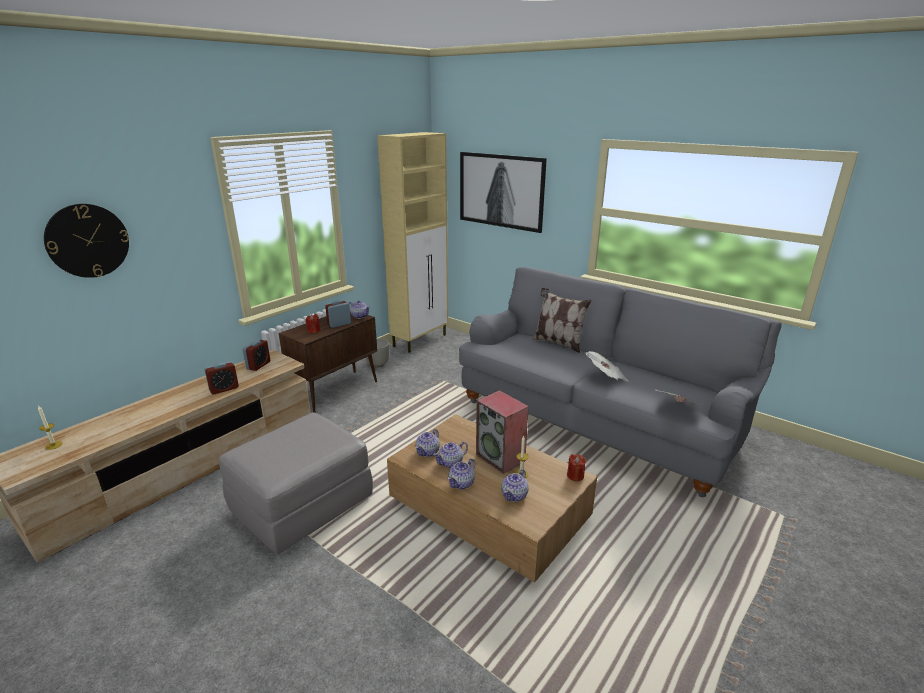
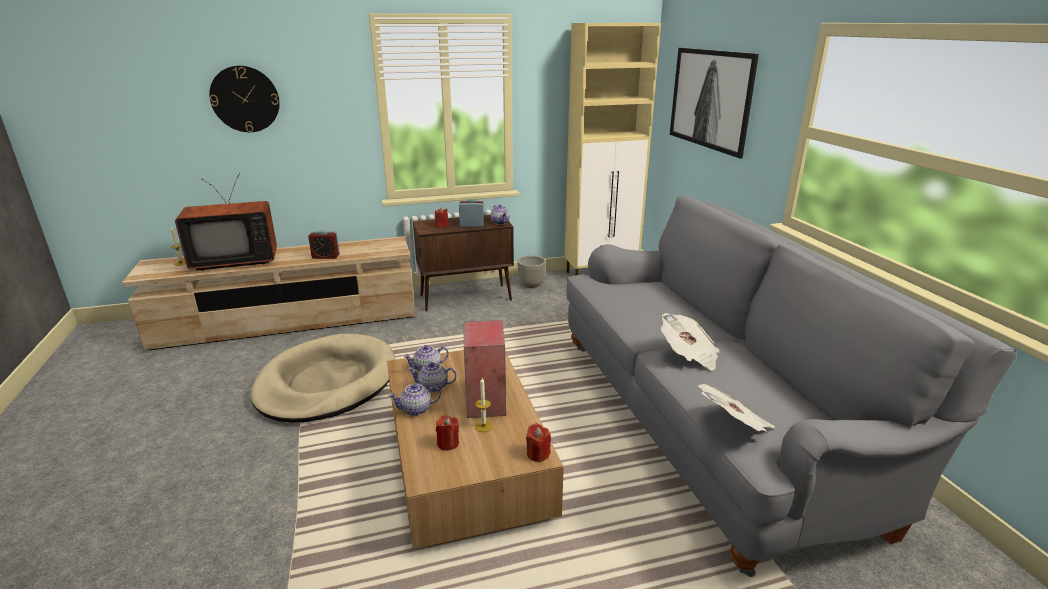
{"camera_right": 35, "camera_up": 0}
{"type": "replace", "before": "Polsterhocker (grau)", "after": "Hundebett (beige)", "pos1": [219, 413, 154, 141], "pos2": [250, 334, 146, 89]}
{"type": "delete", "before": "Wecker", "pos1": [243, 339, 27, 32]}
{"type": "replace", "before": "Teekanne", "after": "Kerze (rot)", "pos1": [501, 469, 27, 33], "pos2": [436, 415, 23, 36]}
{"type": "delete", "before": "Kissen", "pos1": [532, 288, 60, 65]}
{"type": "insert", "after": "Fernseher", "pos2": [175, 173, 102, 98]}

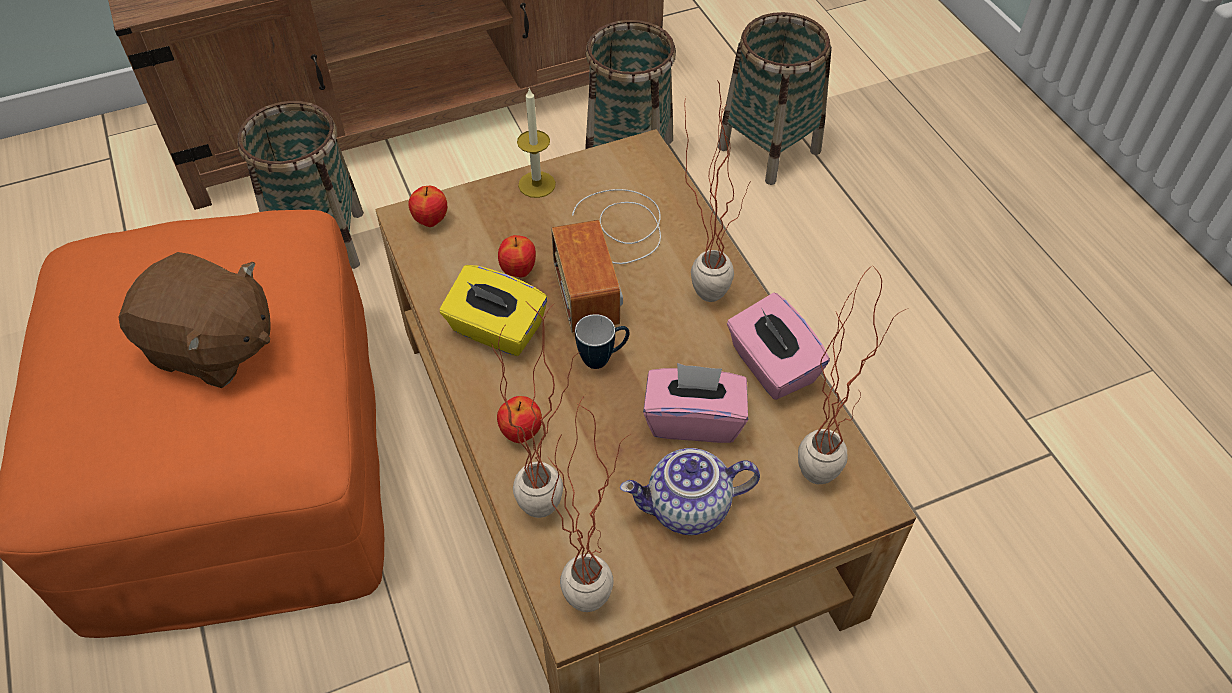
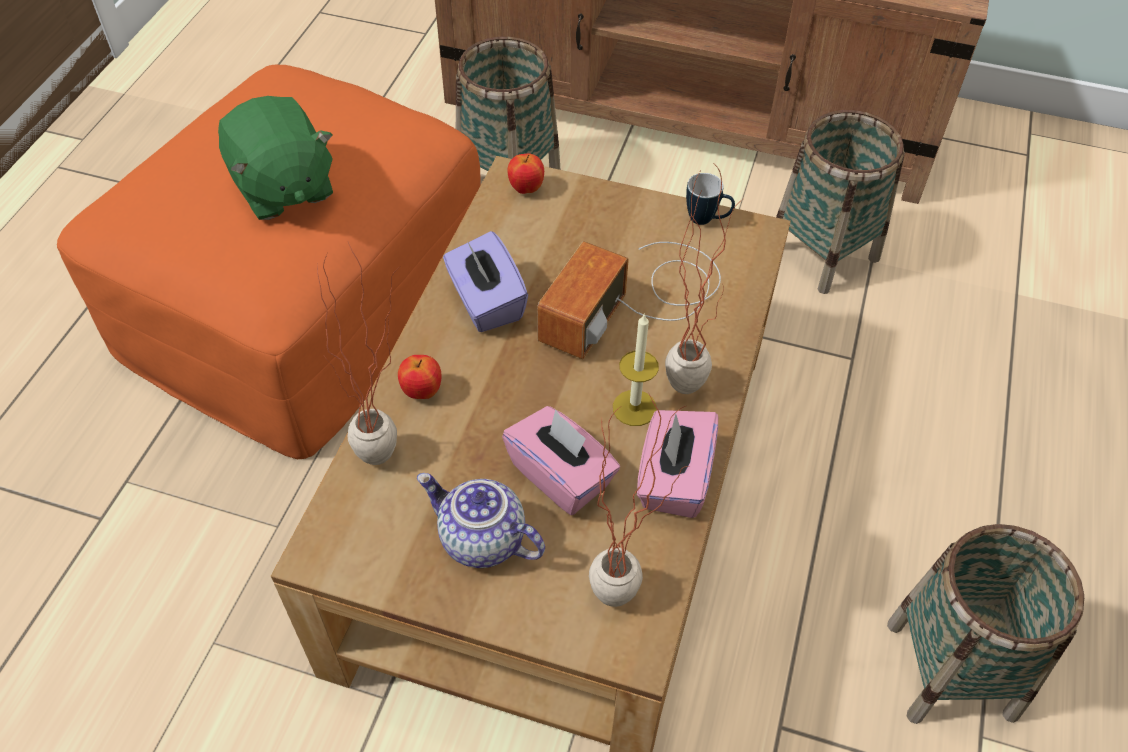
{"camera_right": 40, "camera_up": 0}
{"type": "recolor", "before": "Plüschtier (braun)", "after": "Plüschtier (grün)", "pos1": [118, 252, 153, 136], "pos2": [218, 96, 115, 124]}
{"type": "recolor", "before": "Taschentuchbox (gelb)", "after": "Taschentuchbox (lila)", "pos1": [440, 265, 107, 91], "pos2": [443, 231, 85, 101]}
{"type": "delete", "before": "Apfel", "pos1": [498, 235, 38, 42]}
{"type": "move", "before": "Kerze", "pos1": [517, 88, 39, 110], "pos2": [613, 313, 46, 113]}
{"type": "delete", "before": "Topfpflanze", "pos1": [548, 395, 83, 217]}
{"type": "move", "before": "Henkelbecher", "pos1": [575, 314, 55, 55], "pos2": [686, 173, 49, 52]}
{"type": "move", "before": "Korb", "pos1": [718, 12, 114, 173], "pos2": [887, 524, 197, 200]}

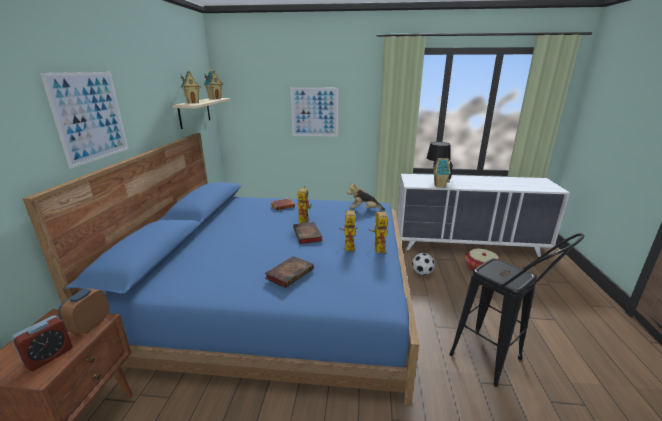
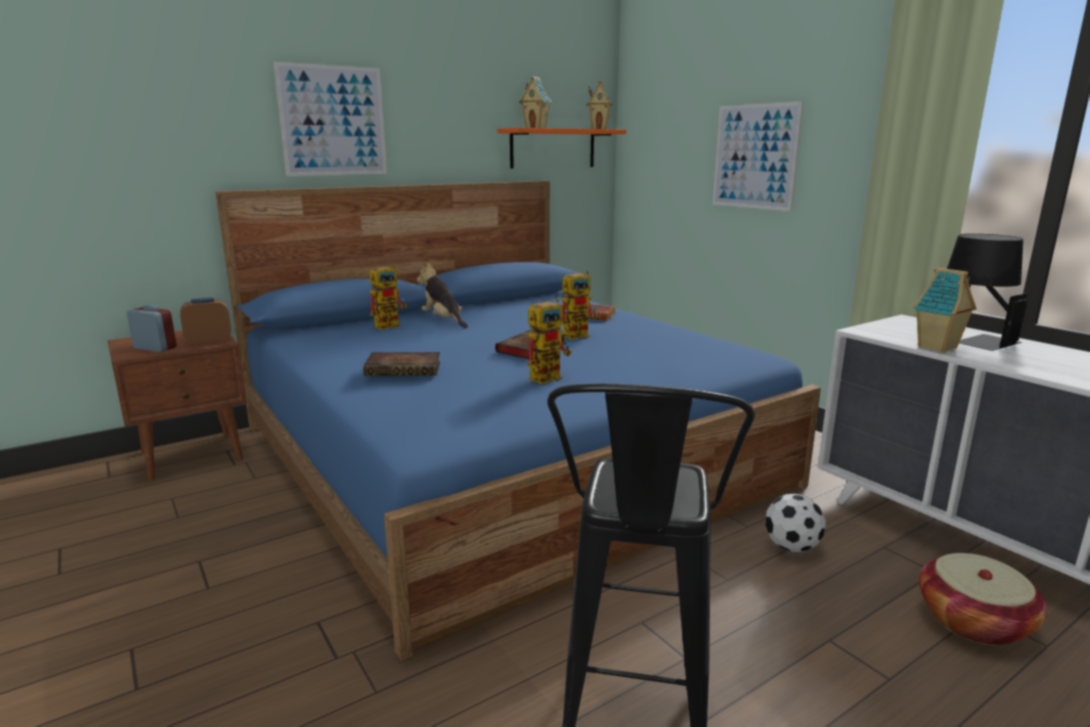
{"camera_right": 50, "camera_up": -5}
{"type": "rotate", "before": "Wecker", "pos1": [11, 315, 62, 56], "pos2": [127, 304, 50, 48], "turn": -150}
{"type": "recolor", "before": "Wandregal (beige)", "after": "Wandregal (orange)", "pos1": [172, 98, 58, 31], "pos2": [497, 128, 129, 41]}
{"type": "move", "before": "Plüschtier", "pos1": [347, 183, 38, 27], "pos2": [417, 263, 51, 65]}
{"type": "move", "before": "Spielzeugroboter", "pos1": [368, 209, 20, 44], "pos2": [370, 264, 37, 66]}

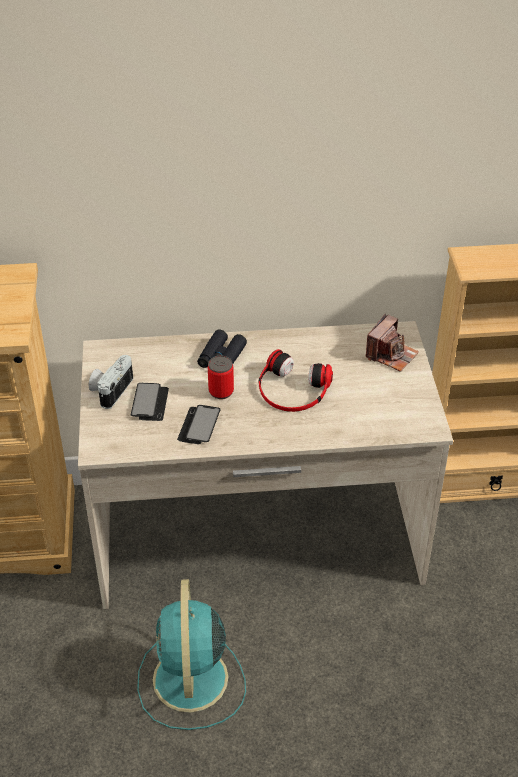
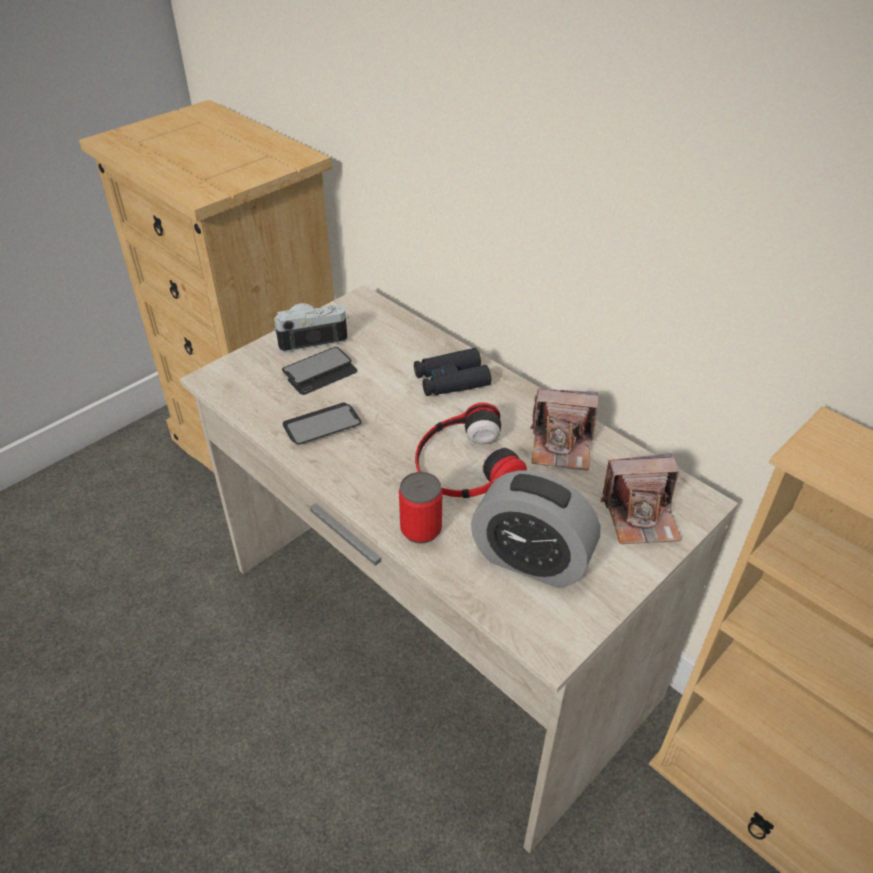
{"camera_right": 50, "camera_up": 0}
{"type": "delete", "before": "Ventilator (türkis)", "pos1": [137, 579, 109, 151]}
{"type": "move", "before": "Dose", "pos1": [208, 356, 26, 43], "pos2": [399, 472, 43, 72]}
{"type": "insert", "after": "Wecker", "pos2": [471, 470, 129, 118]}
{"type": "insert", "after": "Kamera", "pos2": [531, 389, 68, 82]}

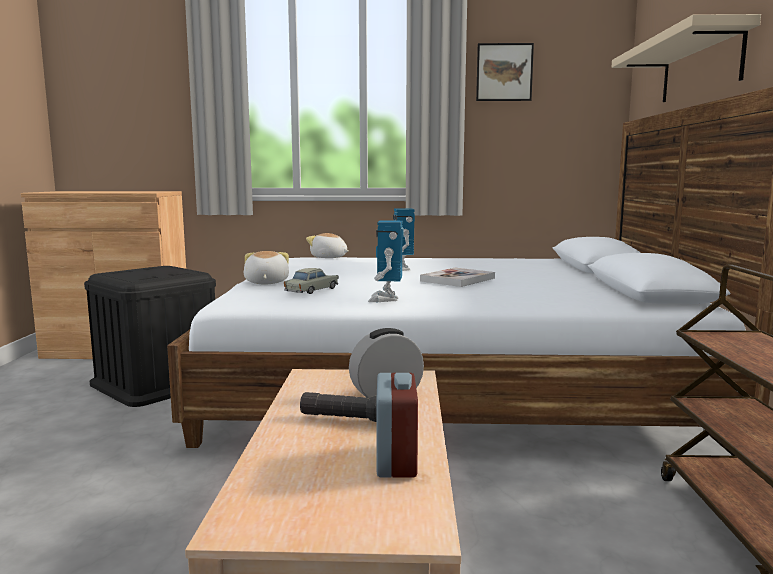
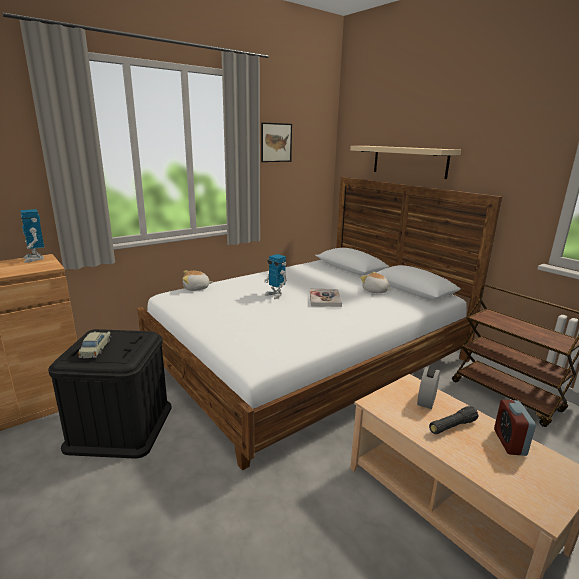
{"camera_right": -40, "camera_up": 10}
{"type": "move", "before": "Plüschtier", "pos1": [244, 251, 45, 34], "pos2": [360, 272, 31, 21]}
{"type": "move", "before": "Spielzeugauto (beige)", "pos1": [284, 268, 55, 26], "pos2": [78, 331, 33, 27]}
{"type": "move", "before": "Spielzeugroboter", "pos1": [368, 220, 36, 82], "pos2": [20, 209, 24, 54]}
{"type": "rotate", "before": "Wecker", "pos1": [376, 373, 42, 105], "pos2": [494, 399, 42, 57], "turn": -135}

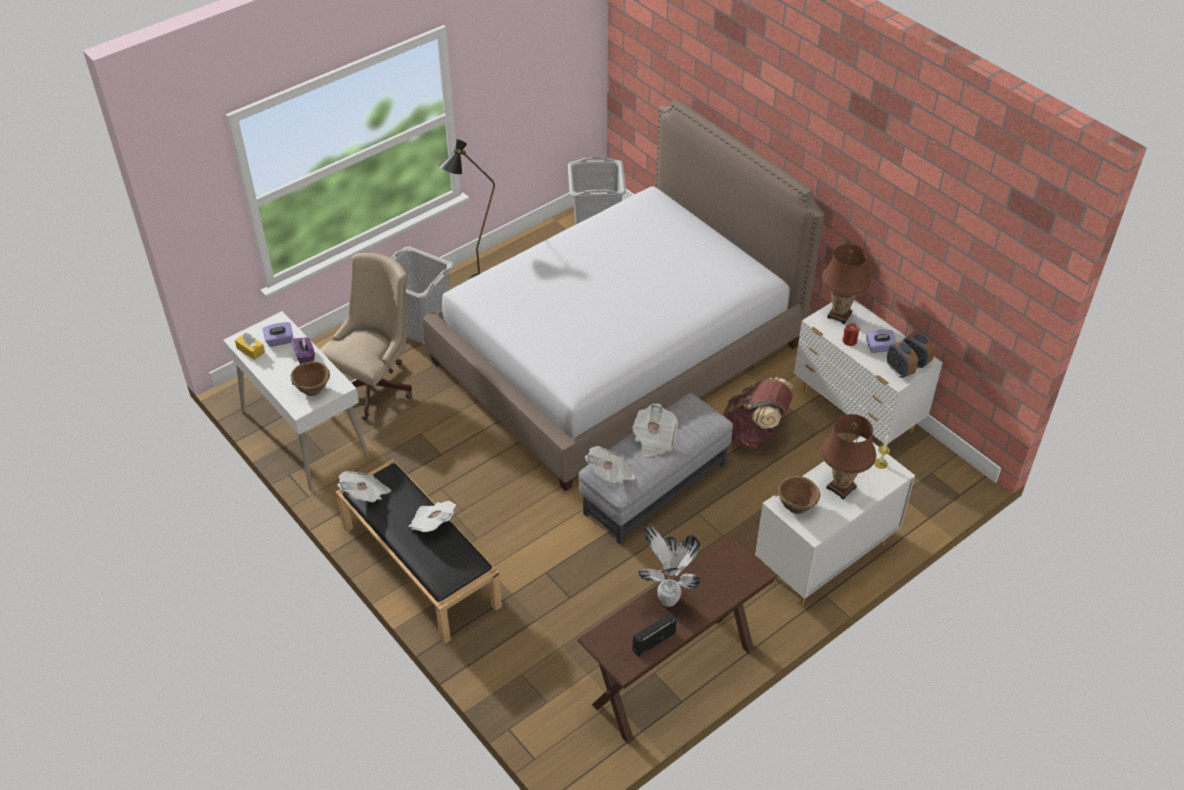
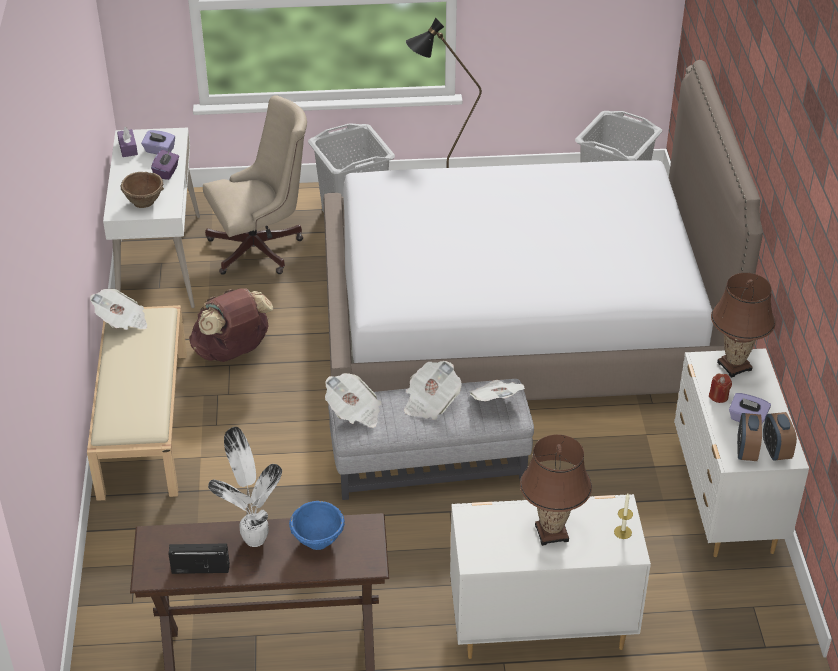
{"camera_right": 35, "camera_up": -5}
{"type": "recolor", "before": "Taschentuchbox (gelb)", "after": "Taschentuchbox (lila)", "pos1": [235, 333, 30, 27], "pos2": [117, 127, 21, 30]}
{"type": "recolor", "before": "Bank (schwarz)", "after": "Bank (beige)", "pos1": [336, 459, 166, 185], "pos2": [87, 305, 100, 196]}
{"type": "move", "before": "Zeitung", "pos1": [408, 501, 48, 31], "pos2": [469, 380, 56, 21]}
{"type": "move", "before": "Rucksack (braun)", "pos1": [723, 377, 71, 73], "pos2": [189, 288, 84, 74]}
{"type": "delete", "before": "Schüssel (braun)", "pos1": [778, 476, 42, 38]}
{"type": "insert", "after": "Schüssel (blau)", "pos2": [289, 501, 56, 49]}

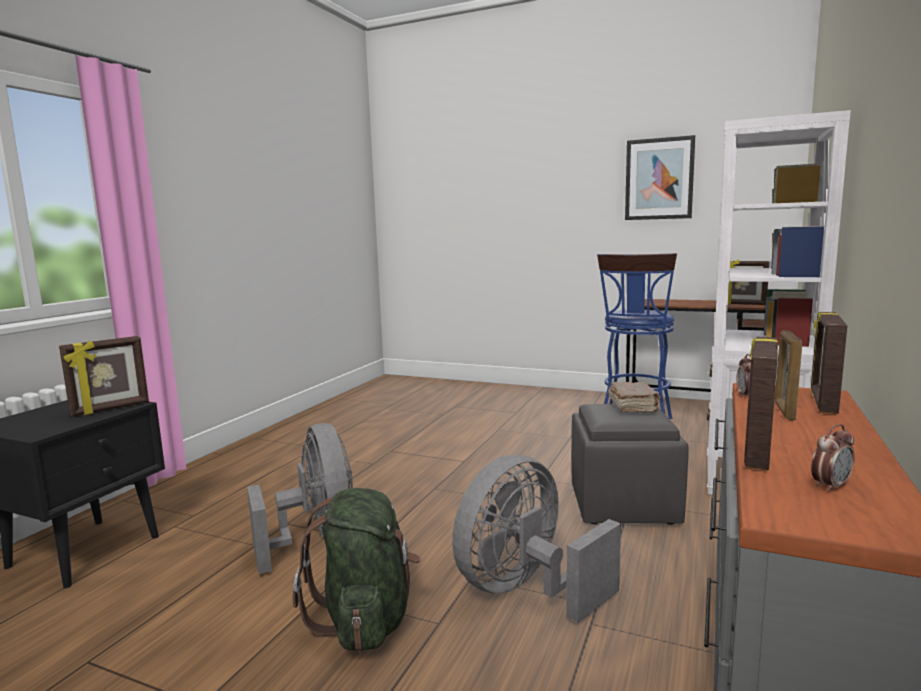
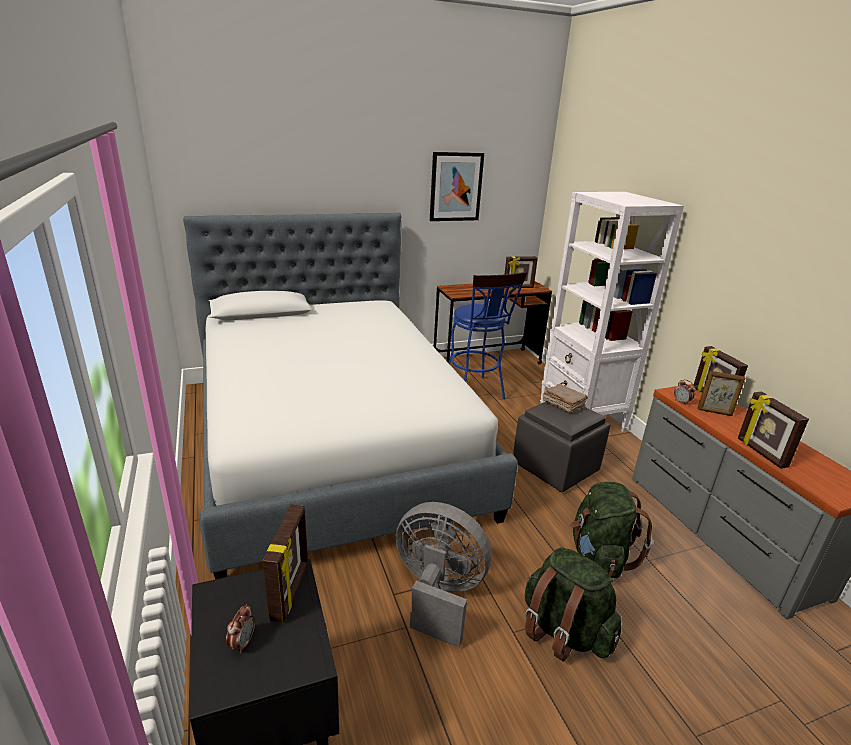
{"camera_right": -45, "camera_up": 15}
{"type": "replace", "before": "Ventilator (grau)", "after": "Rucksack (grün)", "pos1": [452, 455, 169, 168], "pos2": [571, 482, 82, 96]}
{"type": "rotate", "before": "Bilderrahmen", "pos1": [775, 330, 27, 90], "pos2": [697, 371, 48, 45], "turn": -45}
{"type": "move", "before": "Wecker", "pos1": [811, 424, 44, 68], "pos2": [226, 604, 29, 49]}
{"type": "insert", "after": "Bett", "pos2": [183, 213, 334, 366]}

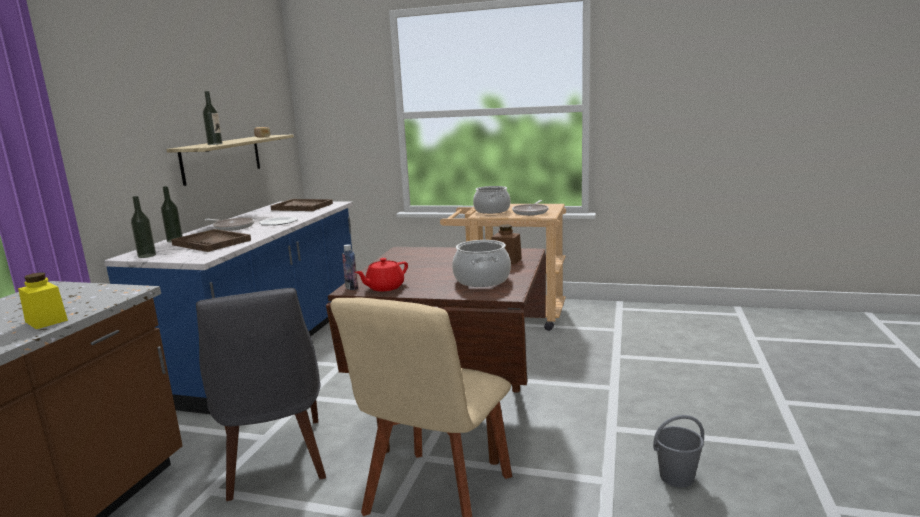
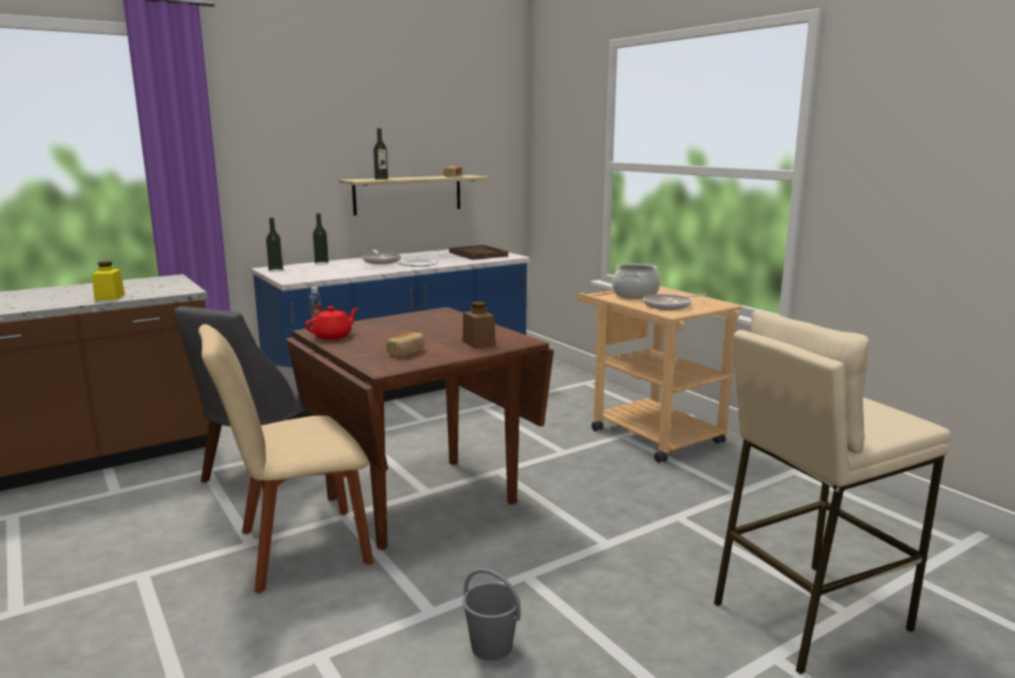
{"camera_right": 40, "camera_up": 0}
{"type": "delete", "before": "Tablett (braun)", "pos1": [171, 229, 80, 23]}
{"type": "rotate", "before": "Teekanne (rot)", "pos1": [355, 258, 53, 33], "pos2": [305, 306, 53, 34], "turn": 135}
{"type": "replace", "before": "Kochtopf", "after": "Brot", "pos1": [452, 240, 59, 47], "pos2": [387, 333, 37, 24]}
{"type": "insert", "after": "Hocker (beige)", "pos2": [714, 311, 237, 364]}

